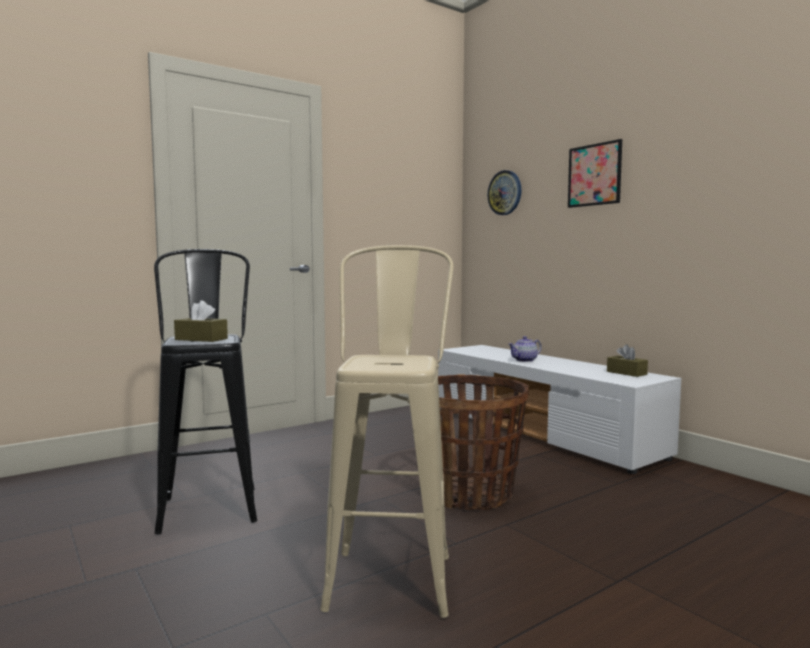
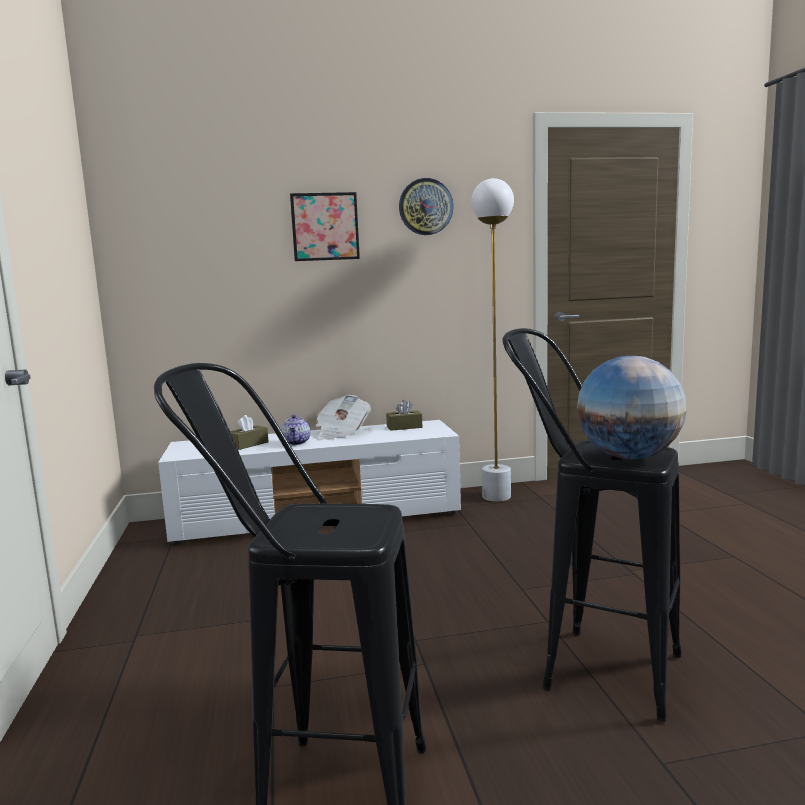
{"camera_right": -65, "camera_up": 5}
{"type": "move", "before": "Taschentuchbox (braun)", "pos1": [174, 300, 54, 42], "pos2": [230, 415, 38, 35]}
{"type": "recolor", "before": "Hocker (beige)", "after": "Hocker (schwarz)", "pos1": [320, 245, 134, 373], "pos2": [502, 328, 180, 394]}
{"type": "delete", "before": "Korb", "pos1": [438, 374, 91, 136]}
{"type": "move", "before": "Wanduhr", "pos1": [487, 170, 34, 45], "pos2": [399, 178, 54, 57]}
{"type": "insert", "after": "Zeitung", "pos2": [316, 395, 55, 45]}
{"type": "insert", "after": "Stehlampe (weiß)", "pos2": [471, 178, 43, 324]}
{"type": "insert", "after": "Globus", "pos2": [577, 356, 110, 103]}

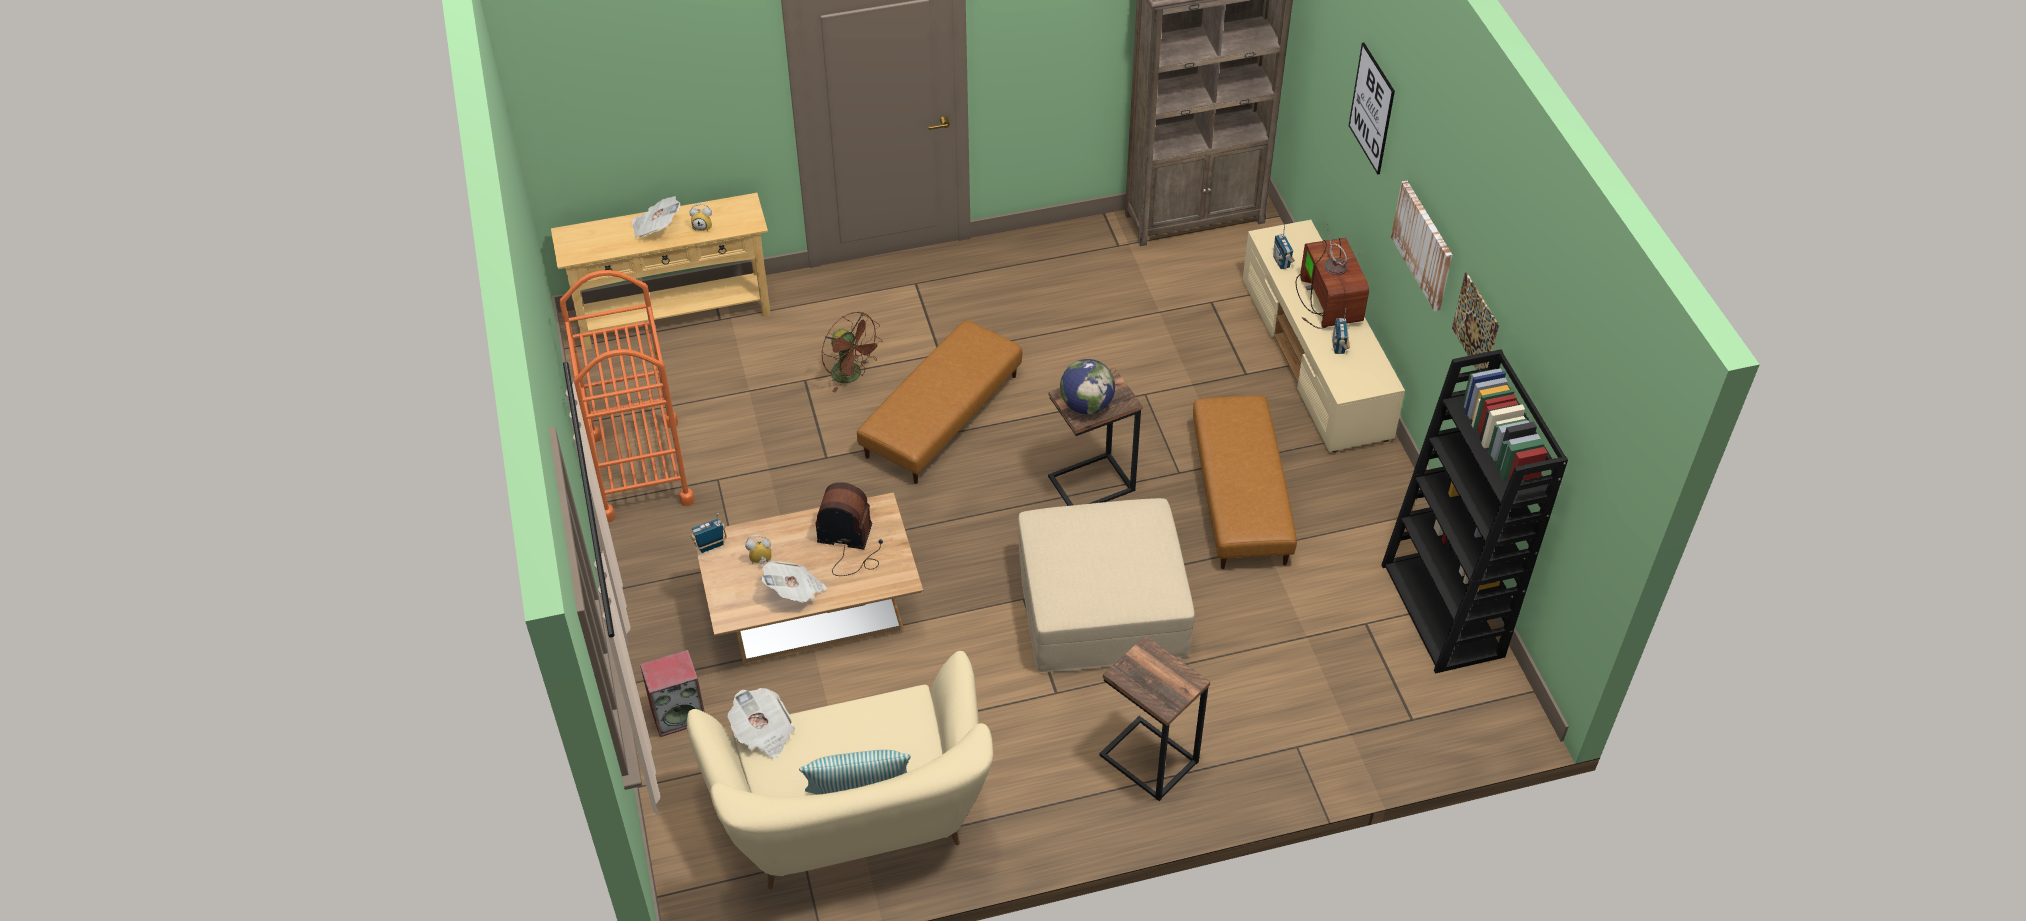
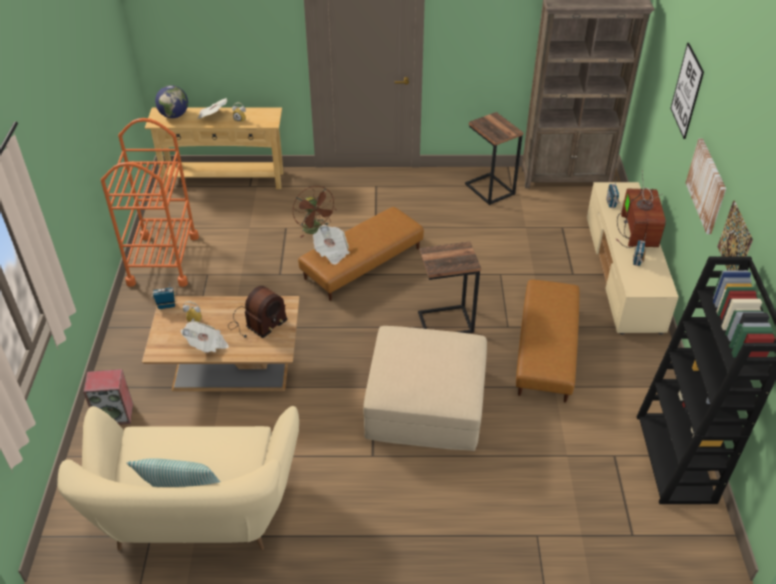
{"camera_right": 15, "camera_up": -5}
{"type": "move", "before": "Zeitung", "pos1": [728, 688, 67, 70], "pos2": [313, 225, 37, 40]}
{"type": "rotate", "before": "Radio", "pos1": [816, 482, 67, 94], "pos2": [228, 286, 60, 52], "turn": 105}
{"type": "move", "before": "Globus", "pos1": [1060, 359, 55, 55], "pos2": [155, 85, 33, 33]}
{"type": "move", "before": "Beistelltisch", "pos1": [1099, 635, 111, 166], "pos2": [465, 112, 59, 93]}

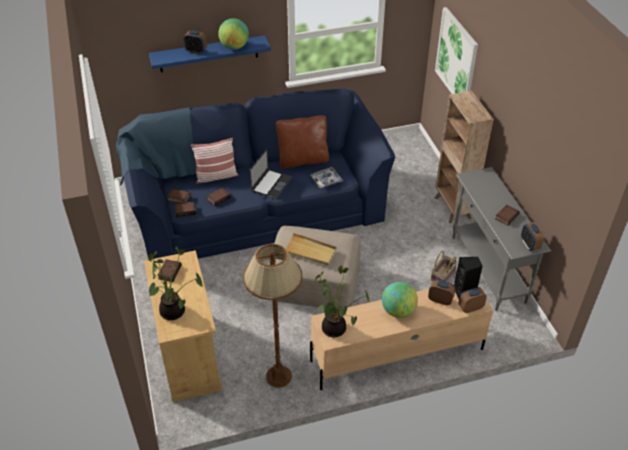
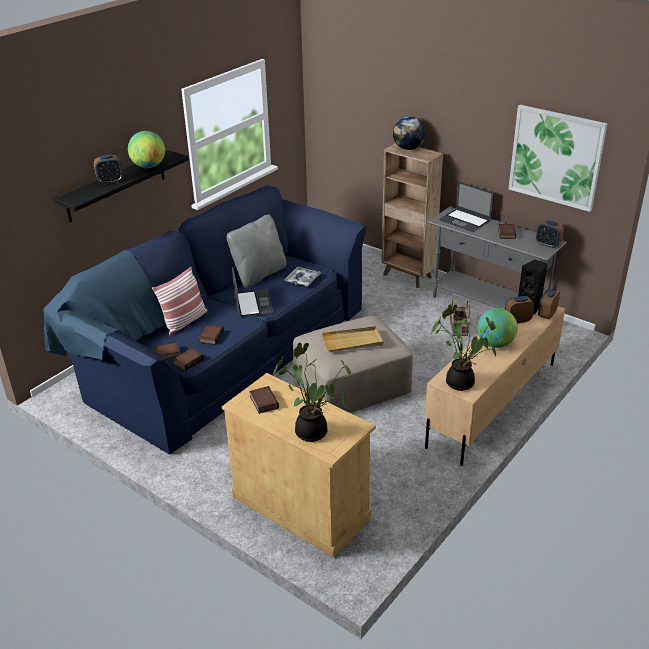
{"camera_right": -35, "camera_up": -10}
{"type": "recolor", "before": "Wandregal (blau)", "after": "Wandregal (schwarz)", "pos1": [149, 35, 122, 37], "pos2": [54, 150, 135, 72]}
{"type": "delete", "before": "Stehlampe (braun)", "pos1": [243, 244, 60, 144]}
{"type": "recolor", "before": "Kissen (braun)", "after": "Kissen (grau)", "pos1": [276, 115, 53, 54], "pos2": [227, 214, 59, 74]}
{"type": "move", "before": "Bild", "pos1": [435, 7, 43, 87], "pos2": [508, 105, 99, 107]}
{"type": "insert", "after": "Globus", "pos2": [393, 116, 33, 34]}
{"type": "insert", "after": "Laptop", "pos2": [439, 182, 54, 50]}

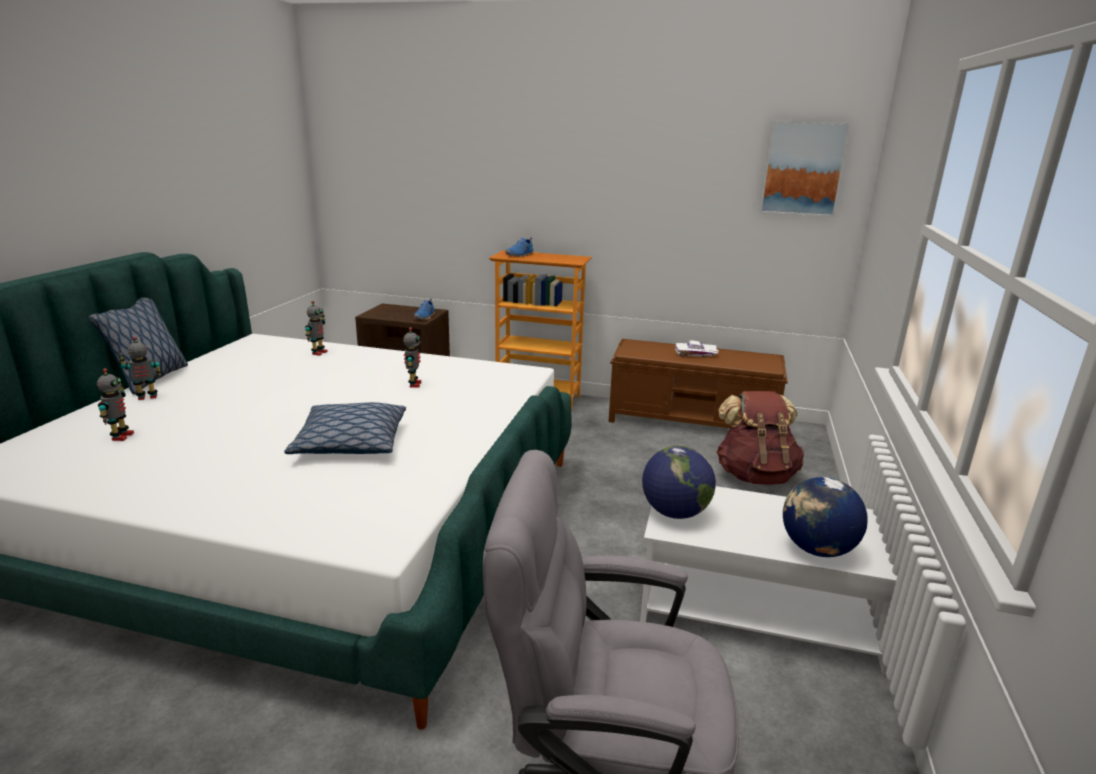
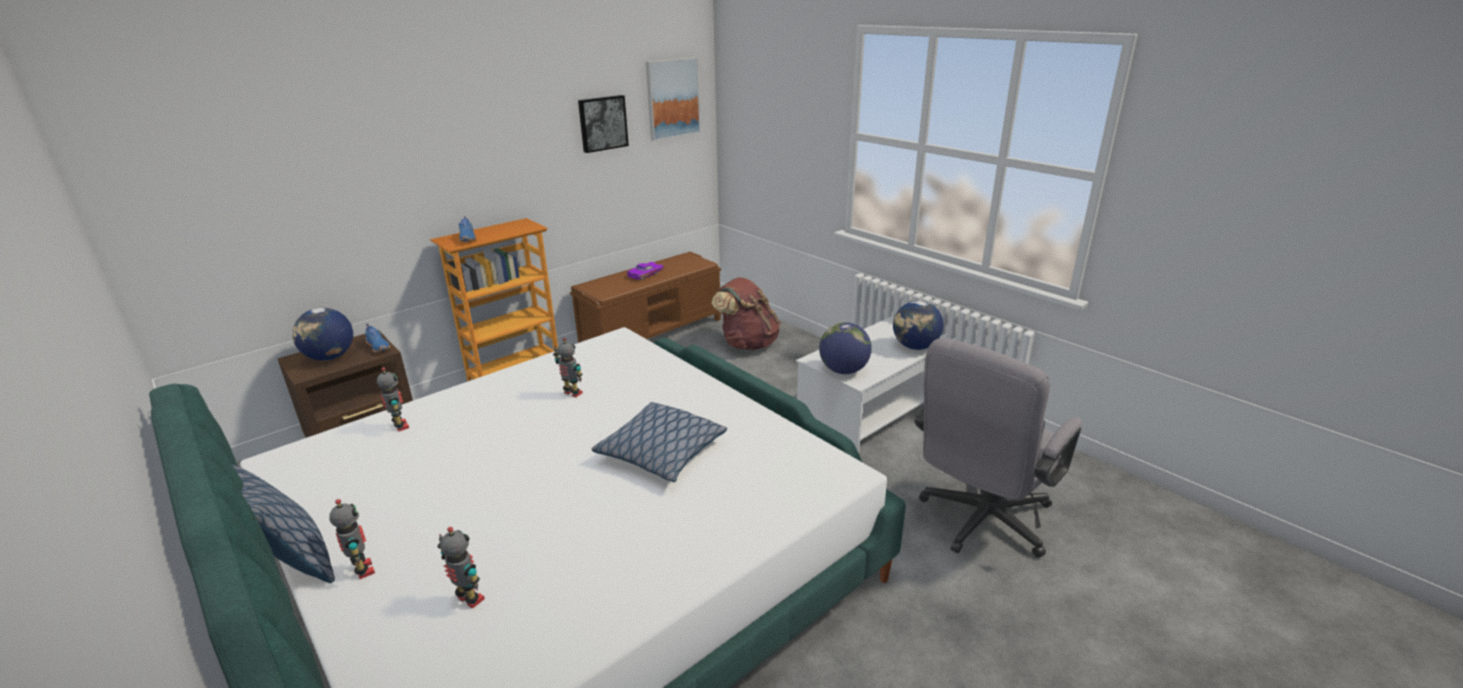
{"camera_right": -55, "camera_up": 5}
{"type": "rotate", "before": "Spielzeugroboter", "pos1": [119, 337, 43, 63], "pos2": [329, 499, 46, 80], "turn": 135}
{"type": "recolor", "before": "Spielzeugauto (weiß)", "after": "Spielzeugauto (lila)", "pos1": [675, 340, 44, 18], "pos2": [627, 262, 37, 18]}
{"type": "insert", "after": "Globus", "pos2": [292, 308, 61, 53]}
{"type": "insert", "after": "Bild", "pos2": [578, 95, 51, 58]}

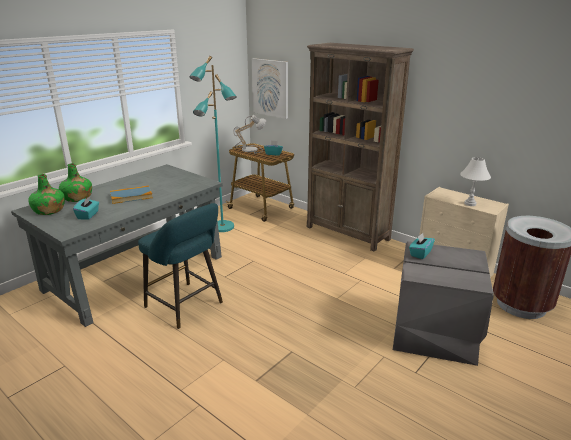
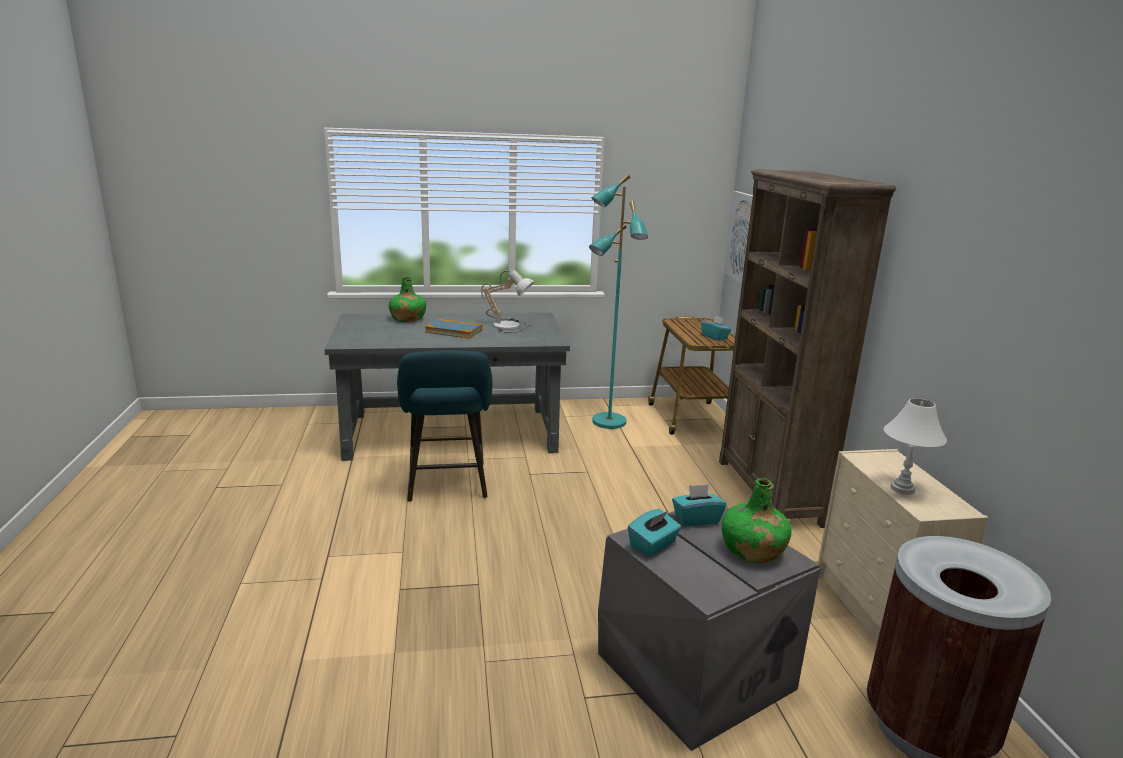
{"camera_right": 40, "camera_up": -5}
{"type": "move", "before": "Flasche (grün)", "pos1": [28, 174, 37, 41], "pos2": [722, 478, 69, 85]}
{"type": "move", "before": "Taschentuchbox (türkis)", "pos1": [73, 196, 26, 24], "pos2": [628, 509, 53, 48]}
{"type": "move", "before": "Tischlampe", "pos1": [234, 115, 32, 39], "pos2": [481, 270, 53, 63]}

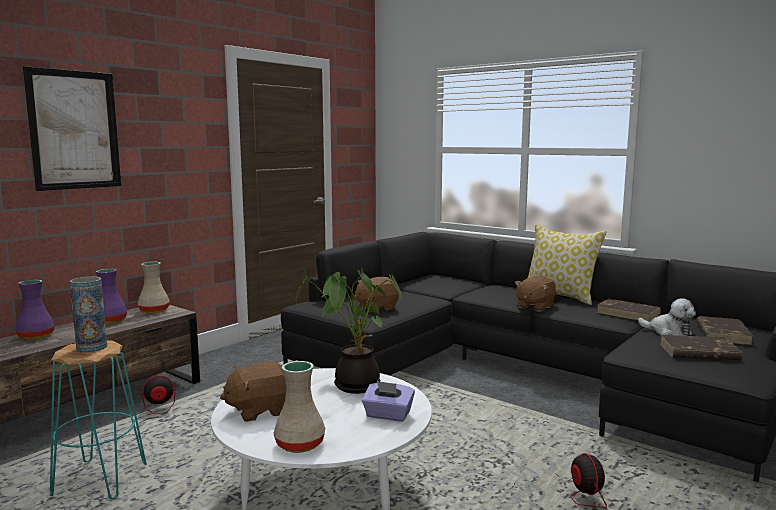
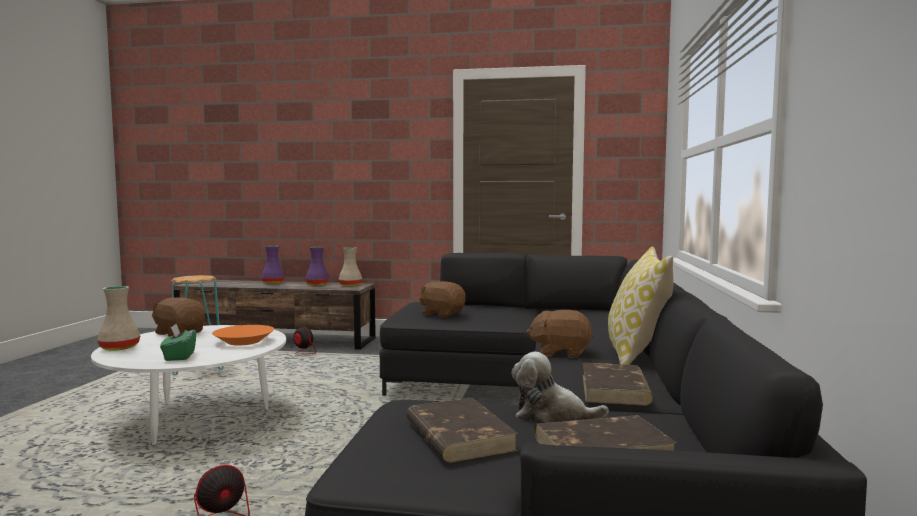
{"camera_right": 60, "camera_up": -5}
{"type": "delete", "before": "Bild", "pos1": [22, 66, 99, 125]}
{"type": "delete", "before": "Vase", "pos1": [70, 277, 37, 76]}
{"type": "replace", "before": "Topfpflanze", "after": "Schüssel (orange)", "pos1": [296, 268, 106, 126], "pos2": [212, 325, 62, 20]}
{"type": "recolor", "before": "Taschentuchbox (lila)", "after": "Taschentuchbox (grün)", "pos1": [362, 381, 53, 41], "pos2": [160, 324, 36, 37]}
{"type": "rotate", "before": "Plüschtier", "pos1": [638, 298, 58, 38], "pos2": [512, 352, 97, 72], "turn": 90}

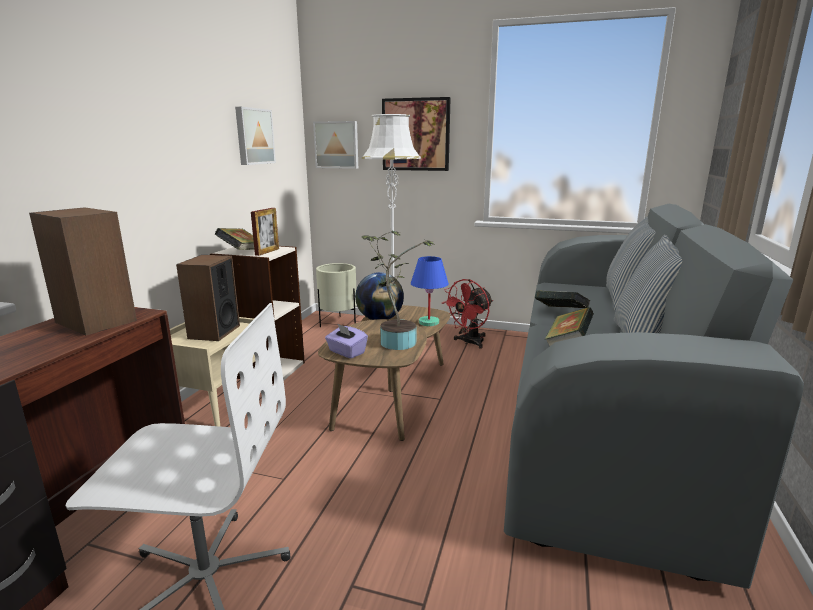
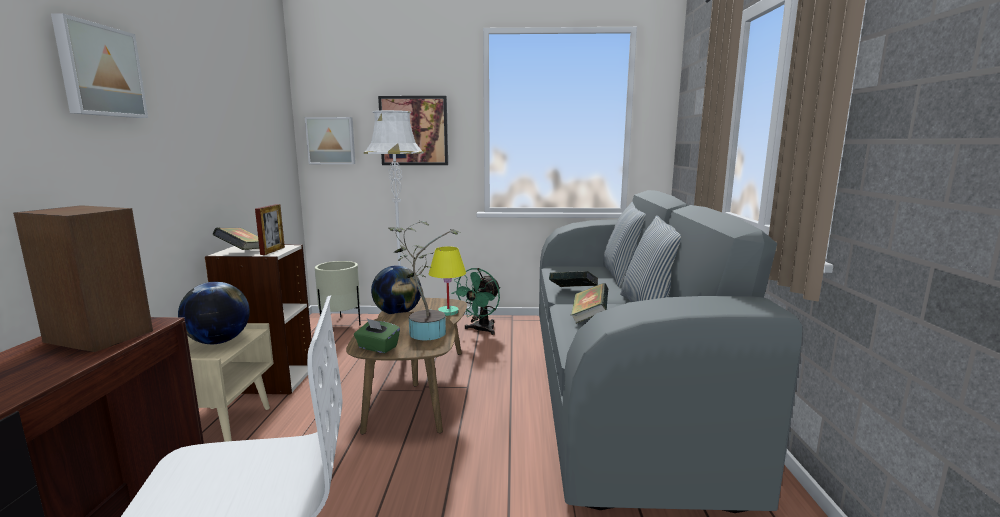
{"camera_right": -15, "camera_up": -5}
{"type": "replace", "before": "Lautsprecher", "after": "Globus", "pos1": [176, 255, 64, 86], "pos2": [178, 282, 72, 62]}
{"type": "move", "before": "Bild", "pos1": [235, 107, 41, 58], "pos2": [51, 13, 97, 105]}
{"type": "recolor", "before": "Taschentuchbox (lila)", "after": "Taschentuchbox (grün)", "pos1": [325, 323, 43, 36], "pos2": [354, 319, 46, 34]}
{"type": "recolor", "before": "Tischlampe (blau)", "after": "Tischlampe (gelb)", "pos1": [411, 256, 38, 70], "pos2": [429, 247, 37, 69]}
{"type": "recolor", "before": "Ventilator (rot)", "after": "Ventilator (grün)", "pos1": [441, 279, 52, 70], "pos2": [451, 268, 49, 67]}

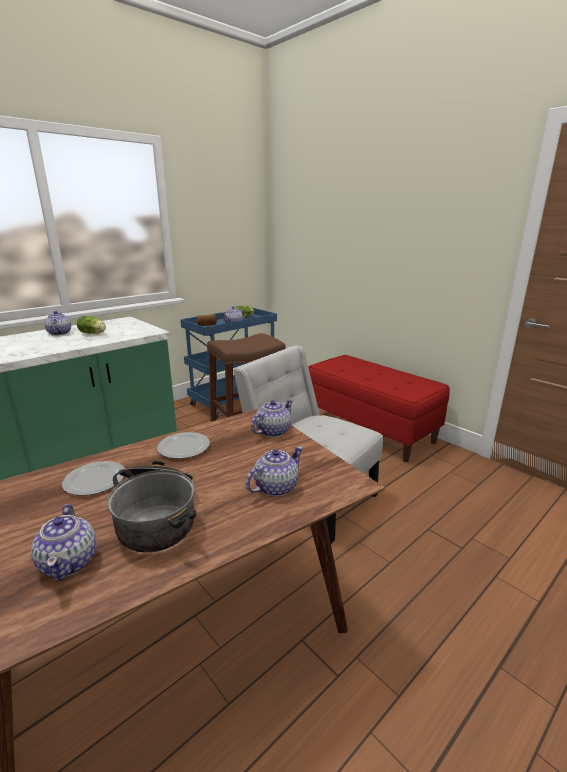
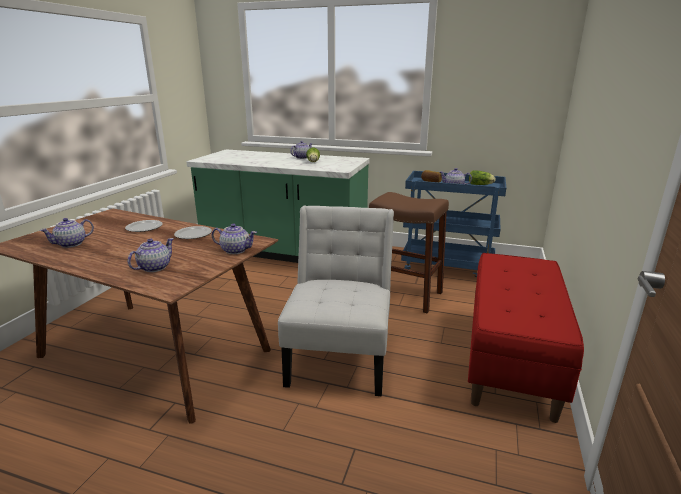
{"camera_right": 60, "camera_up": 0}
{"type": "delete", "before": "Kochtopf", "pos1": [107, 461, 89, 91]}
{"type": "rotate", "before": "Teekanne", "pos1": [246, 446, 57, 50], "pos2": [128, 238, 46, 34], "turn": -75}

